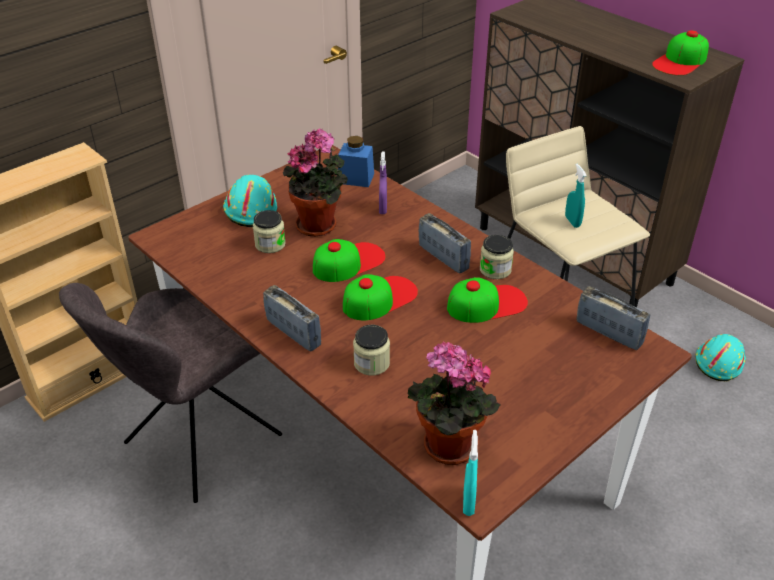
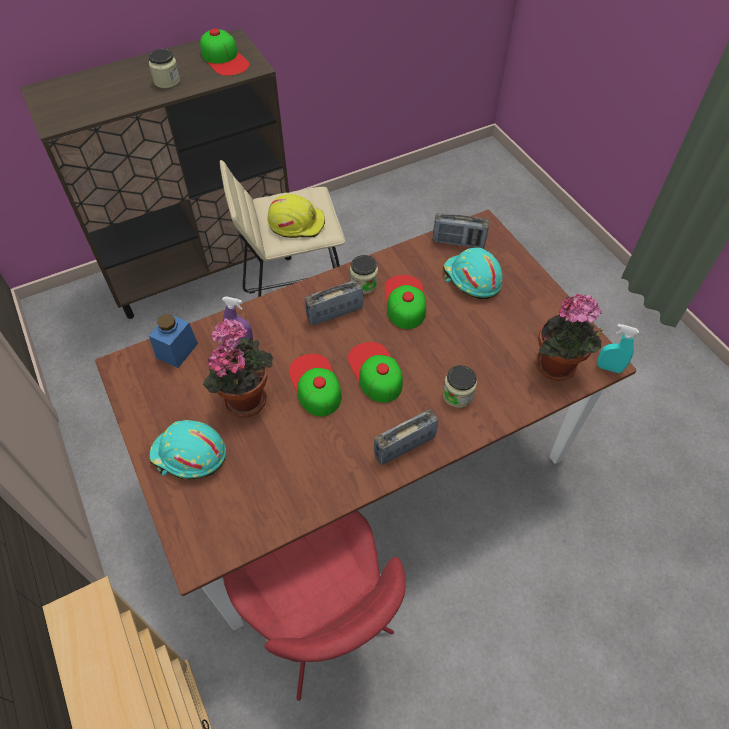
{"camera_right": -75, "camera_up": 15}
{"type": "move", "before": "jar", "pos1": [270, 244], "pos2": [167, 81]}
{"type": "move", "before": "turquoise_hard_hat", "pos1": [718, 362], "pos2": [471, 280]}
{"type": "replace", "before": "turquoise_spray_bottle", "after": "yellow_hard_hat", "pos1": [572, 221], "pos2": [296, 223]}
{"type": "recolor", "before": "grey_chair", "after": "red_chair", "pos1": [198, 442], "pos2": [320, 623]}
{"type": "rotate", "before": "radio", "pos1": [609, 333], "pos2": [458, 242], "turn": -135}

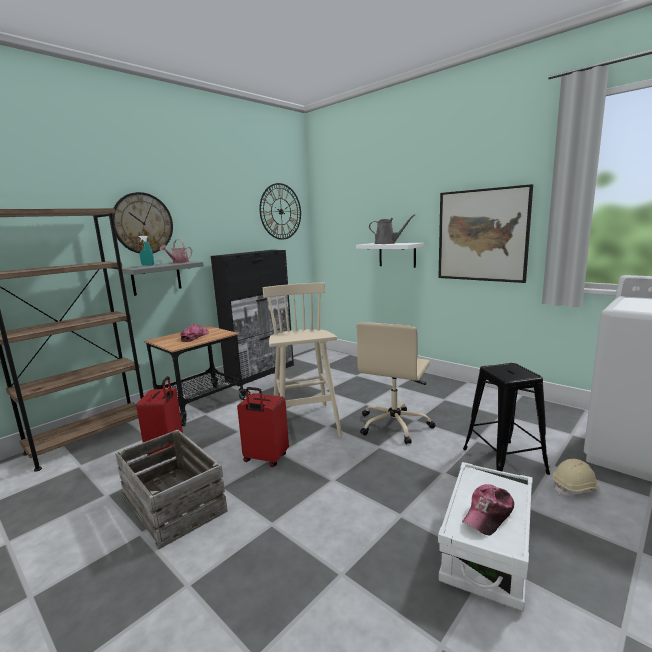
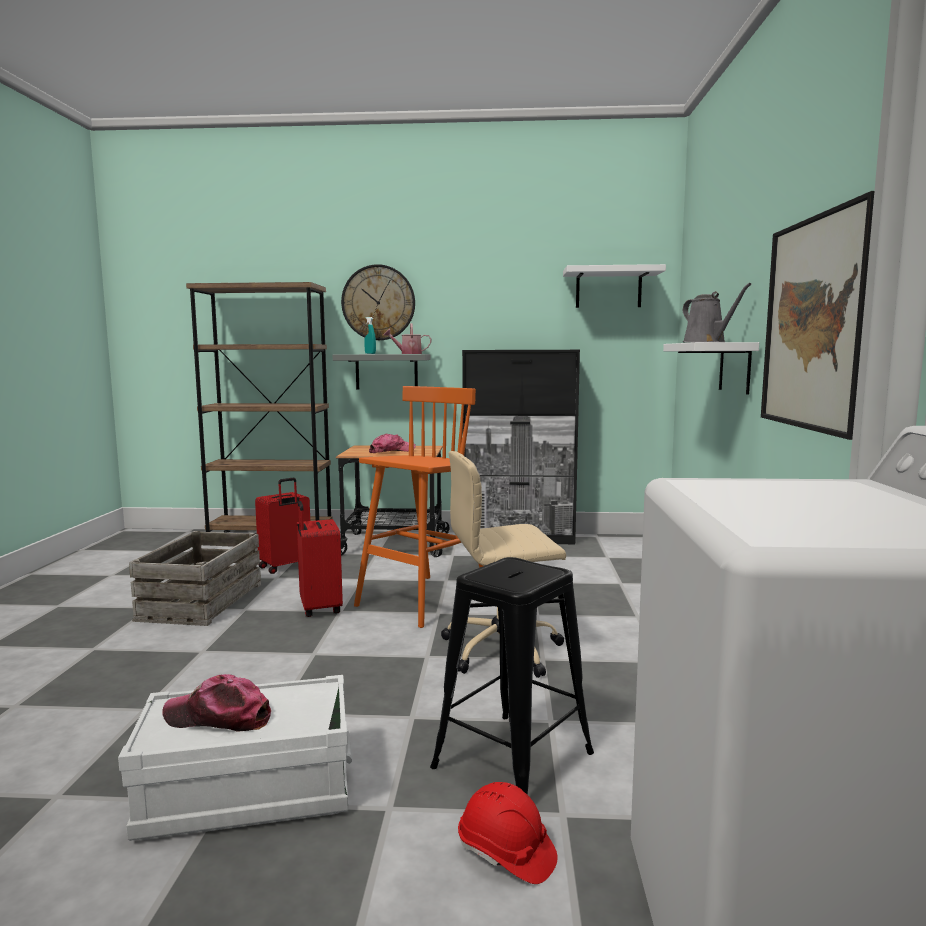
{"camera_right": 50, "camera_up": -5}
{"type": "replace", "before": "wall_clock", "after": "white_shelf", "pos1": [281, 211], "pos2": [608, 288]}
{"type": "recolor", "before": "beige_stool", "after": "orange_stool", "pos1": [305, 424], "pos2": [422, 601]}
{"type": "recolor", "before": "beige_hard_hat", "after": "red_hard_hat", "pos1": [575, 488], "pos2": [506, 853]}

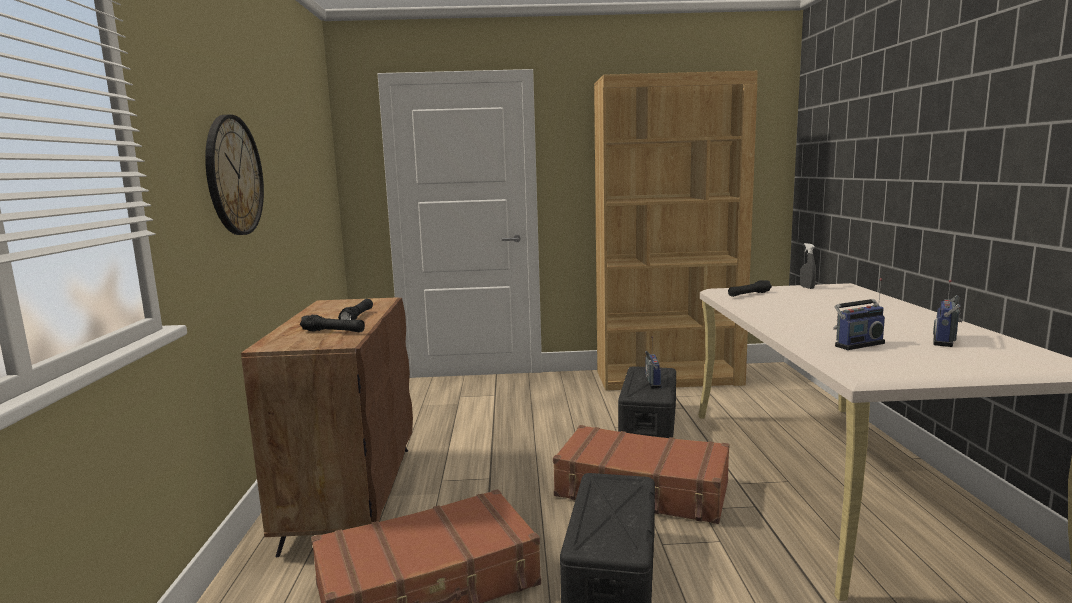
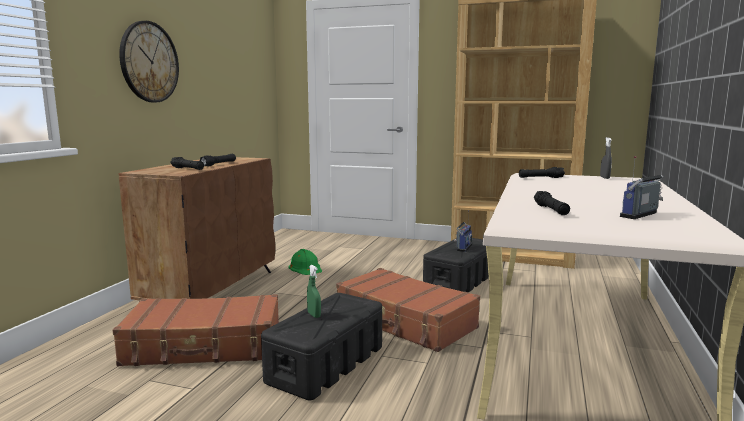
{"camera_right": 20, "camera_up": 0}
{"type": "insert", "after": "green_hard_hat", "pos2": [306, 268]}
{"type": "insert", "after": "green_spray_bottle", "pos2": [314, 315]}
{"type": "replace", "before": "radio", "after": "black_flashlight", "pos1": [857, 344], "pos2": [551, 210]}

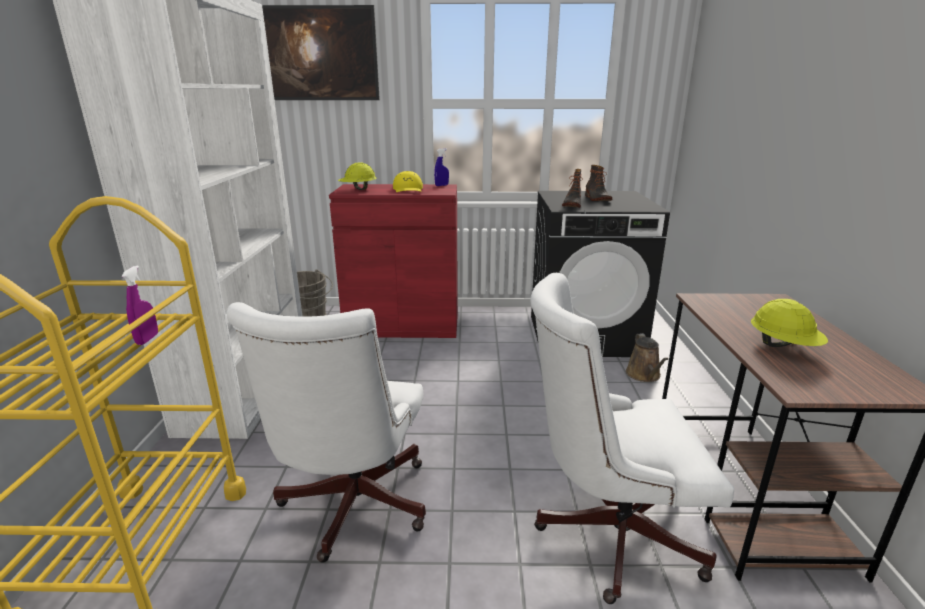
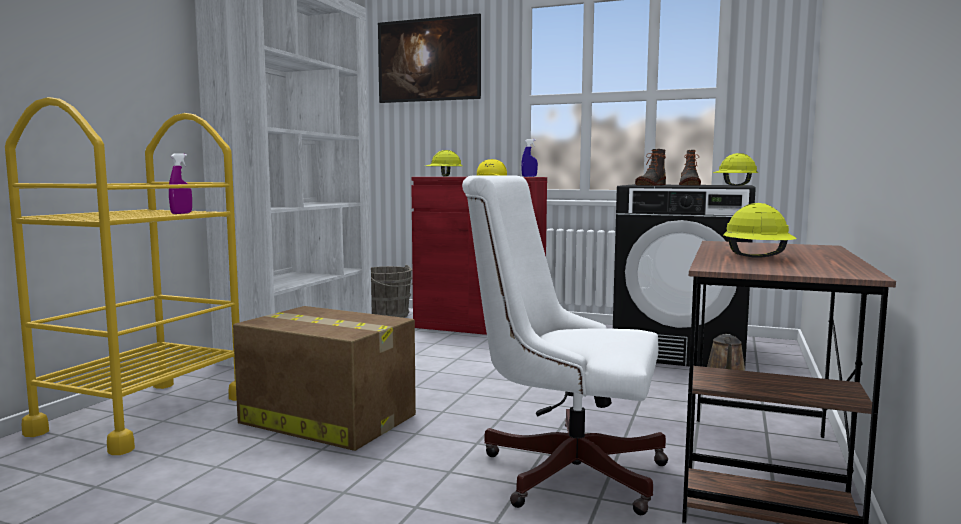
{"camera_right": 20, "camera_up": -15}
{"type": "insert", "after": "yellow_hard_hat", "pos2": [734, 185]}
{"type": "replace", "before": "white_office_chair", "after": "cardboard_box", "pos1": [351, 508], "pos2": [326, 418]}

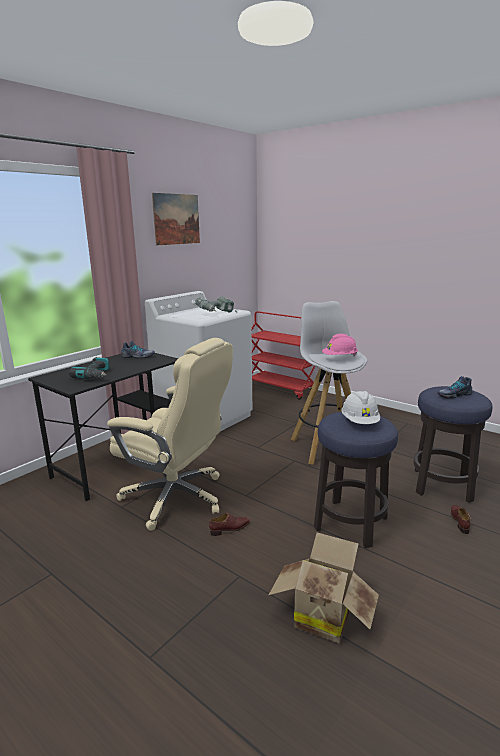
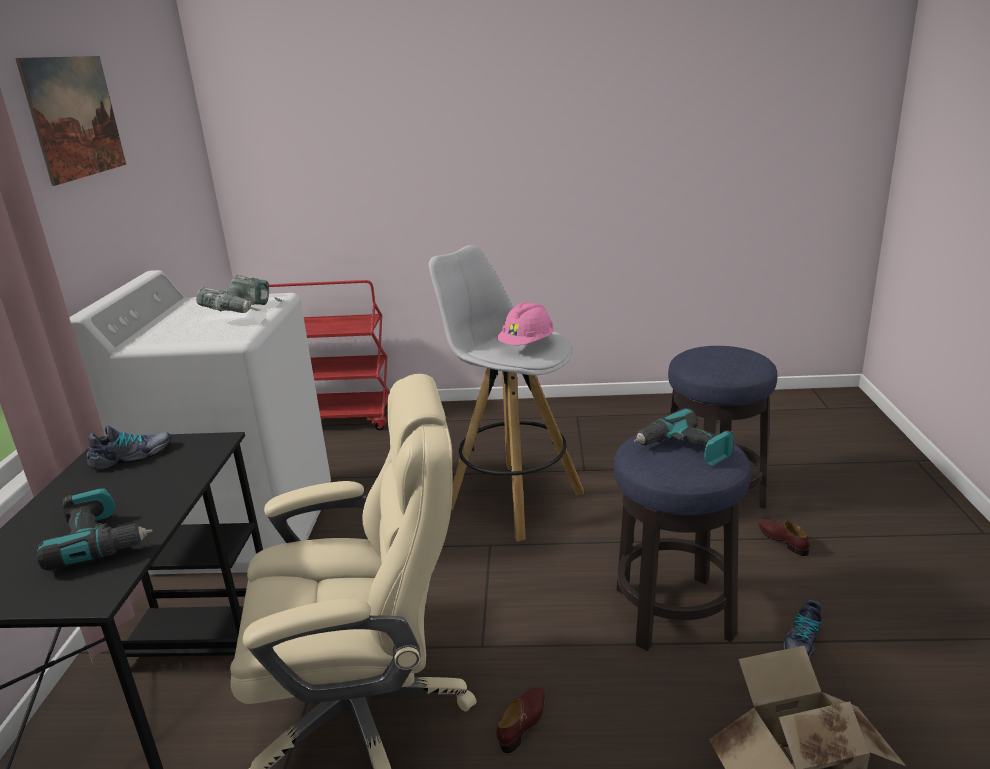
{"camera_right": -35, "camera_up": 5}
{"type": "move", "before": "shoe", "pos1": [453, 395], "pos2": [801, 641]}
{"type": "replace", "before": "white_hard_hat", "after": "power_drill", "pos1": [360, 422], "pos2": [684, 450]}

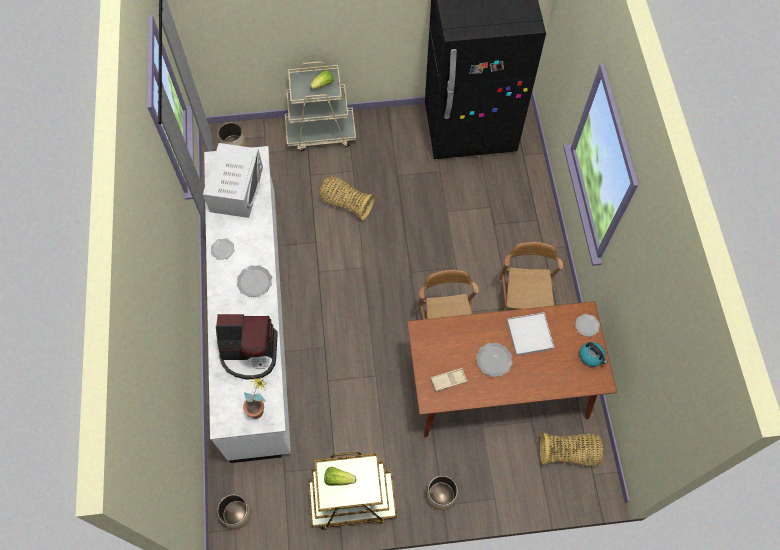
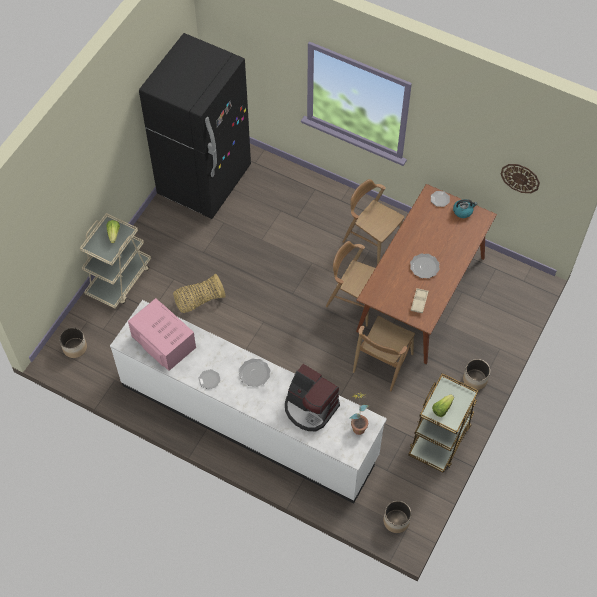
{"camera_right": -55, "camera_up": -5}
{"type": "delete", "before": "white_tray", "pos1": [529, 335]}
{"type": "delete", "before": "basket", "pos1": [569, 453]}
{"type": "insert", "after": "brown_chair", "pos2": [382, 363]}
{"type": "insert", "after": "wall_clock", "pos2": [520, 178]}
{"type": "recolor", "before": "white_microwave", "after": "pink_microwave", "pos1": [236, 189], "pos2": [163, 341]}
{"type": "rotate", "before": "coffee_machine", "pos1": [250, 353], "pos2": [310, 408], "turn": 90}

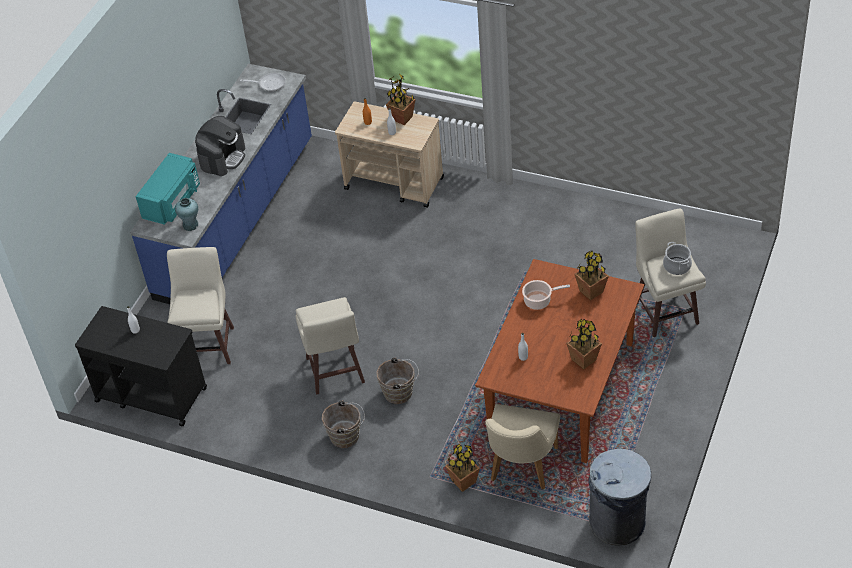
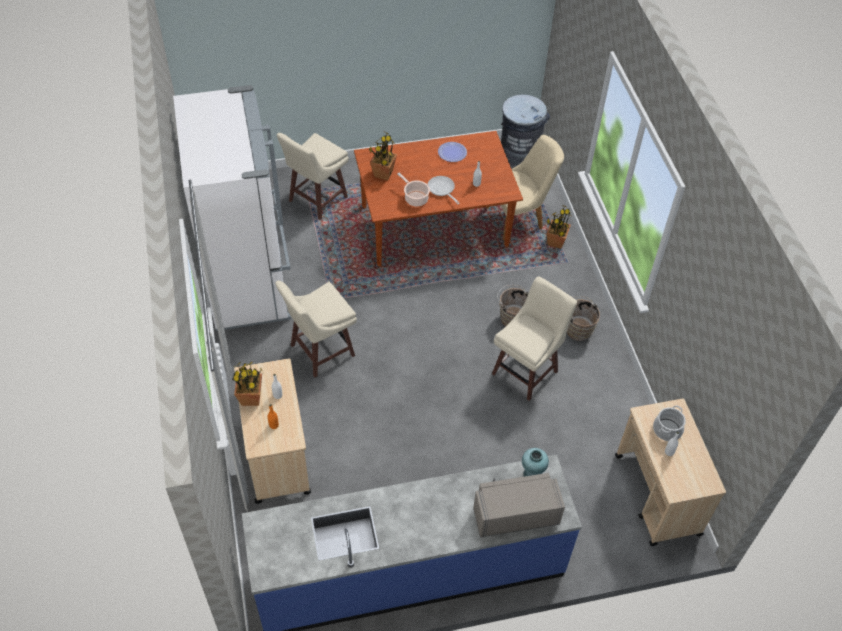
{"camera_right": -130, "camera_up": 5}
{"type": "delete", "before": "coffee_machine", "pos1": [223, 157]}
{"type": "insert", "after": "white_fridge", "pos2": [249, 281]}
{"type": "move", "before": "beige_stool", "pos1": [208, 345], "pos2": [320, 351]}
{"type": "move", "before": "frying_pan", "pos1": [269, 84], "pos2": [442, 189]}
{"type": "move", "before": "cooking_pot", "pos1": [676, 266], "pos2": [667, 430]}
{"type": "replace", "before": "potted_plant", "after": "plate", "pos1": [583, 359], "pos2": [452, 152]}
{"type": "recolor", "before": "black_cart", "after": "beige_cart", "pos1": [150, 394], "pos2": [657, 495]}
{"type": "recolor", "before": "turquoise_microwave", "after": "grey_microwave", "pos1": [173, 201], "pos2": [515, 514]}

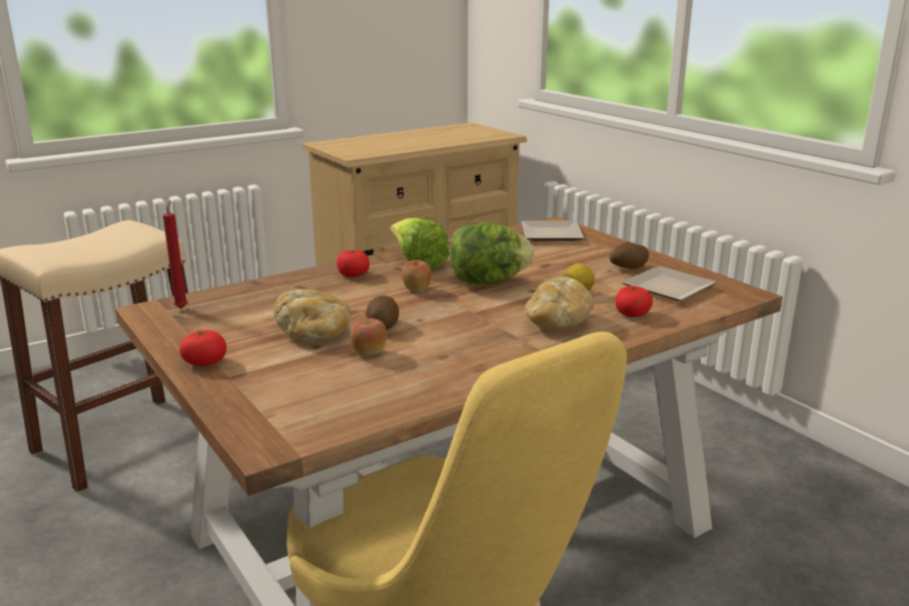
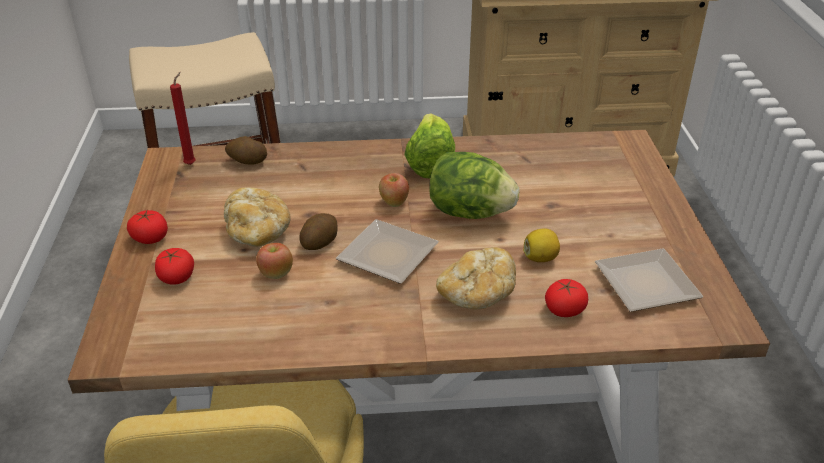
{"camera_right": 30, "camera_up": 15}
{"type": "move", "before": "tomato", "pos1": [353, 274], "pos2": [176, 277]}
{"type": "move", "before": "plate", "pos1": [549, 235], "pos2": [384, 256]}
{"type": "move", "before": "potato", "pos1": [628, 268], "pos2": [247, 161]}

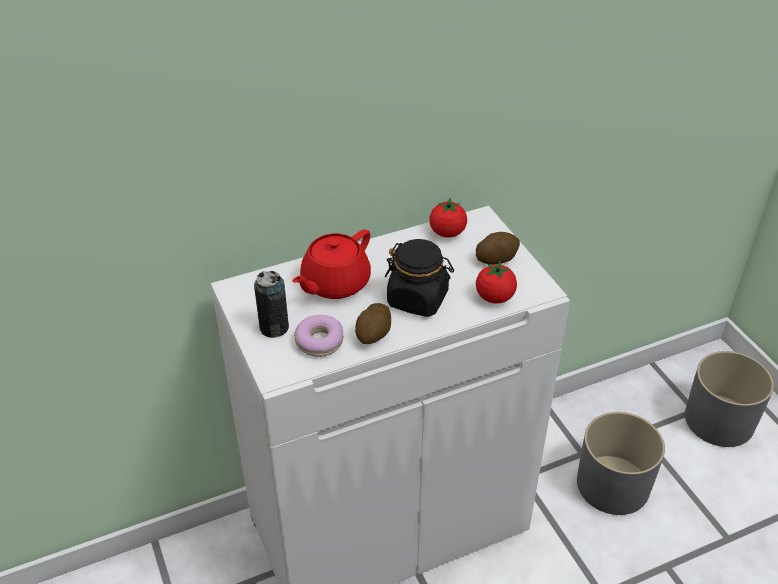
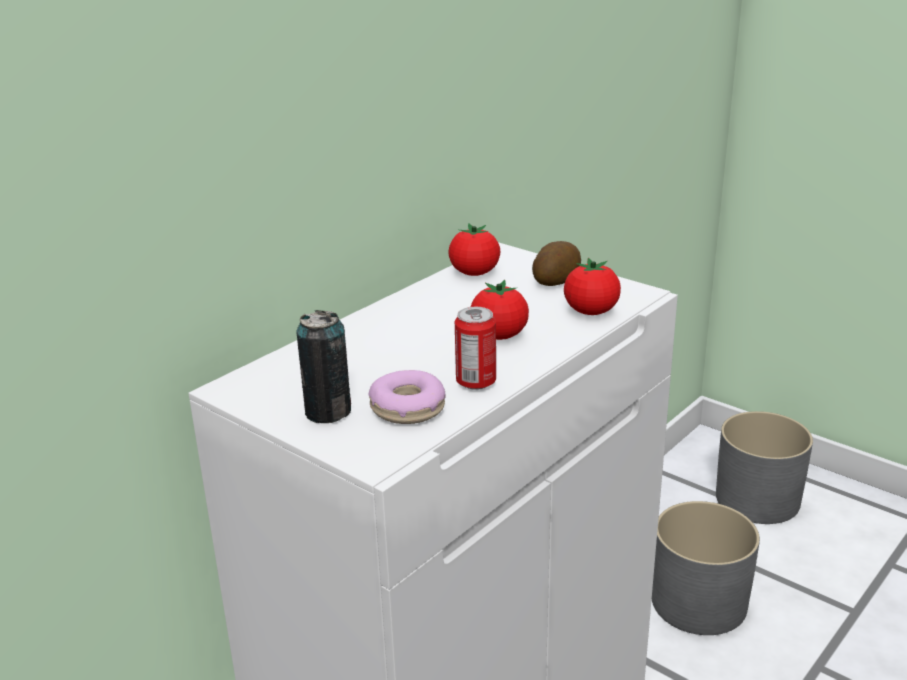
{"camera_right": -25, "camera_up": -15}
{"type": "delete", "before": "red_teapot", "pos1": [334, 283]}
{"type": "replace", "before": "potato", "after": "can", "pos1": [373, 335], "pos2": [476, 382]}
{"type": "replace", "before": "black_jar", "after": "tomato", "pos1": [418, 299], "pos2": [499, 336]}

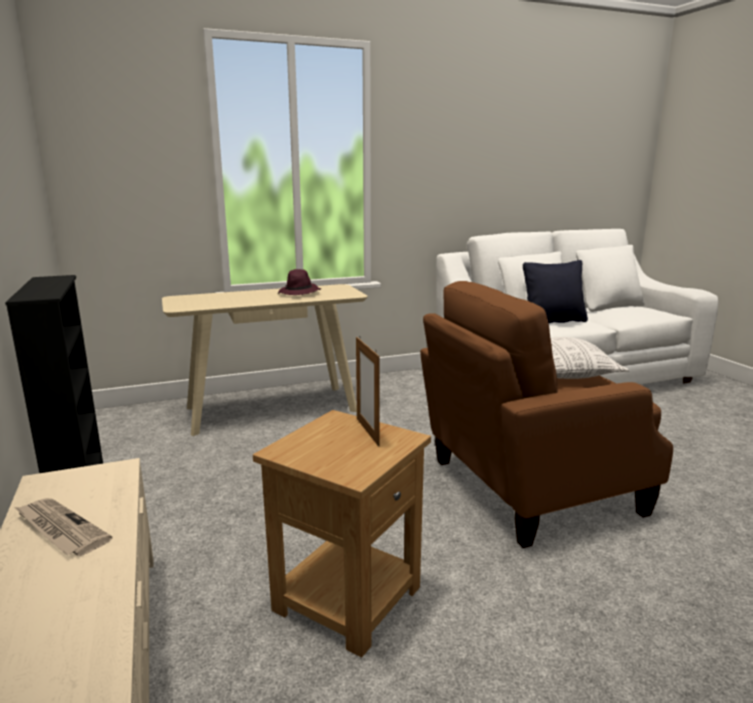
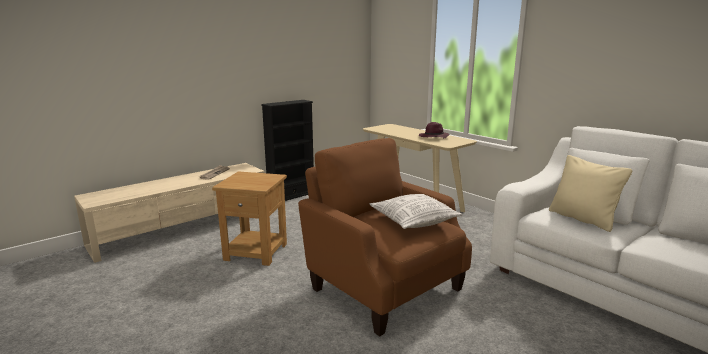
{"camera_right": 70, "camera_up": 0}
{"type": "delete", "before": "picture_frame", "pos1": [367, 431]}
{"type": "recolor", "before": "black_pillow", "after": "beige_pillow", "pos1": [553, 321], "pos2": [582, 219]}

